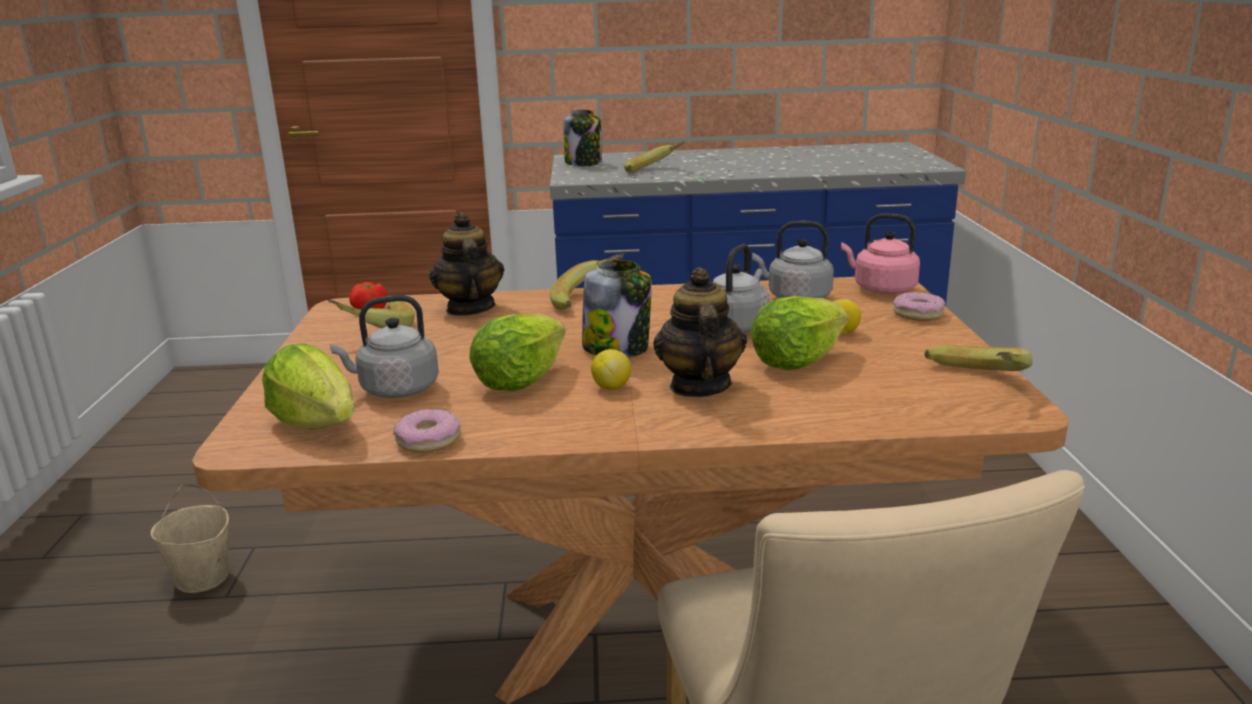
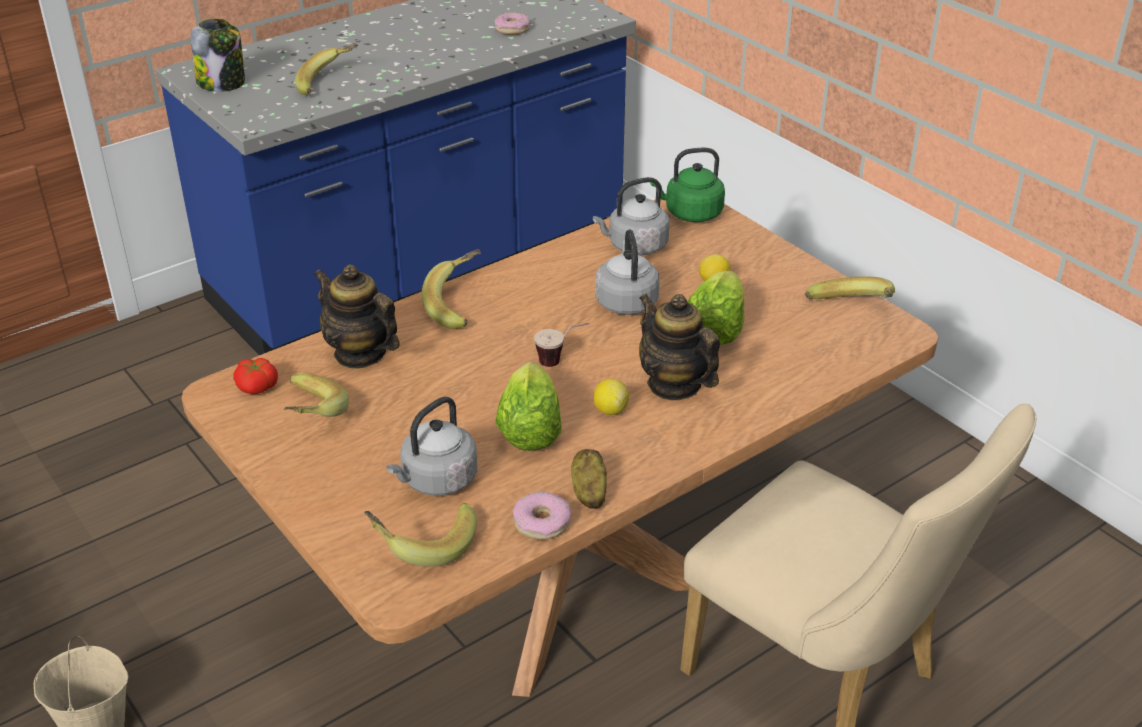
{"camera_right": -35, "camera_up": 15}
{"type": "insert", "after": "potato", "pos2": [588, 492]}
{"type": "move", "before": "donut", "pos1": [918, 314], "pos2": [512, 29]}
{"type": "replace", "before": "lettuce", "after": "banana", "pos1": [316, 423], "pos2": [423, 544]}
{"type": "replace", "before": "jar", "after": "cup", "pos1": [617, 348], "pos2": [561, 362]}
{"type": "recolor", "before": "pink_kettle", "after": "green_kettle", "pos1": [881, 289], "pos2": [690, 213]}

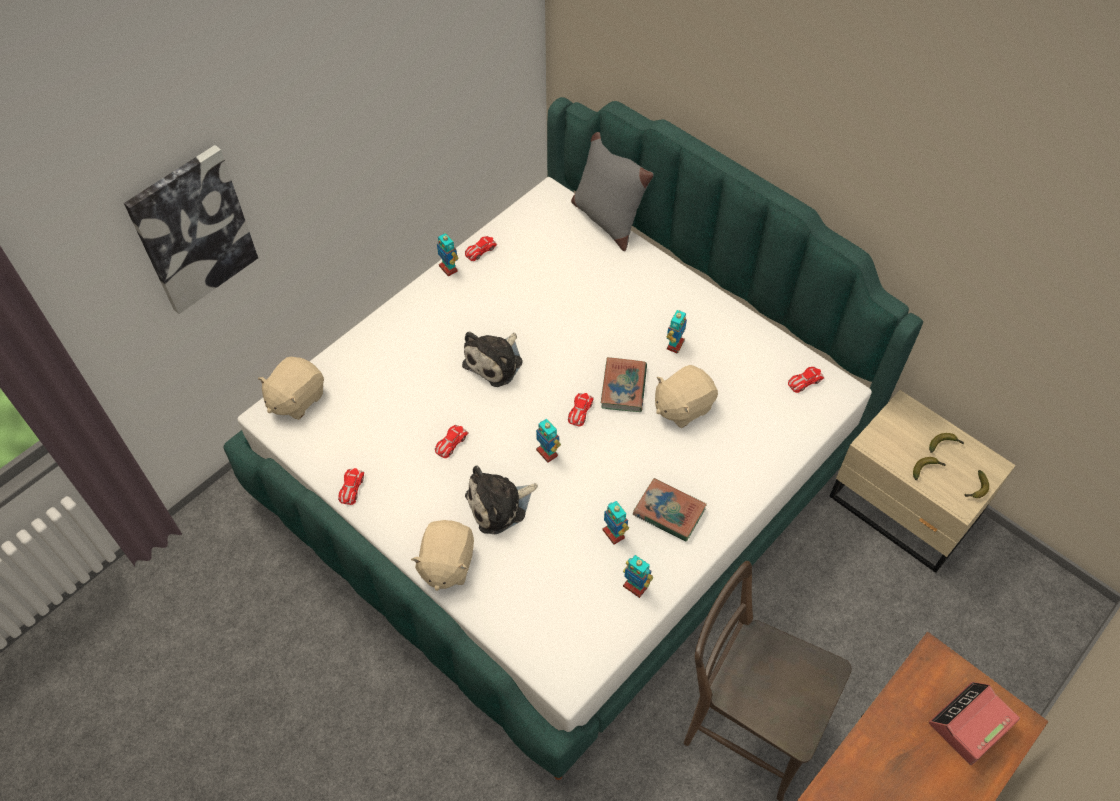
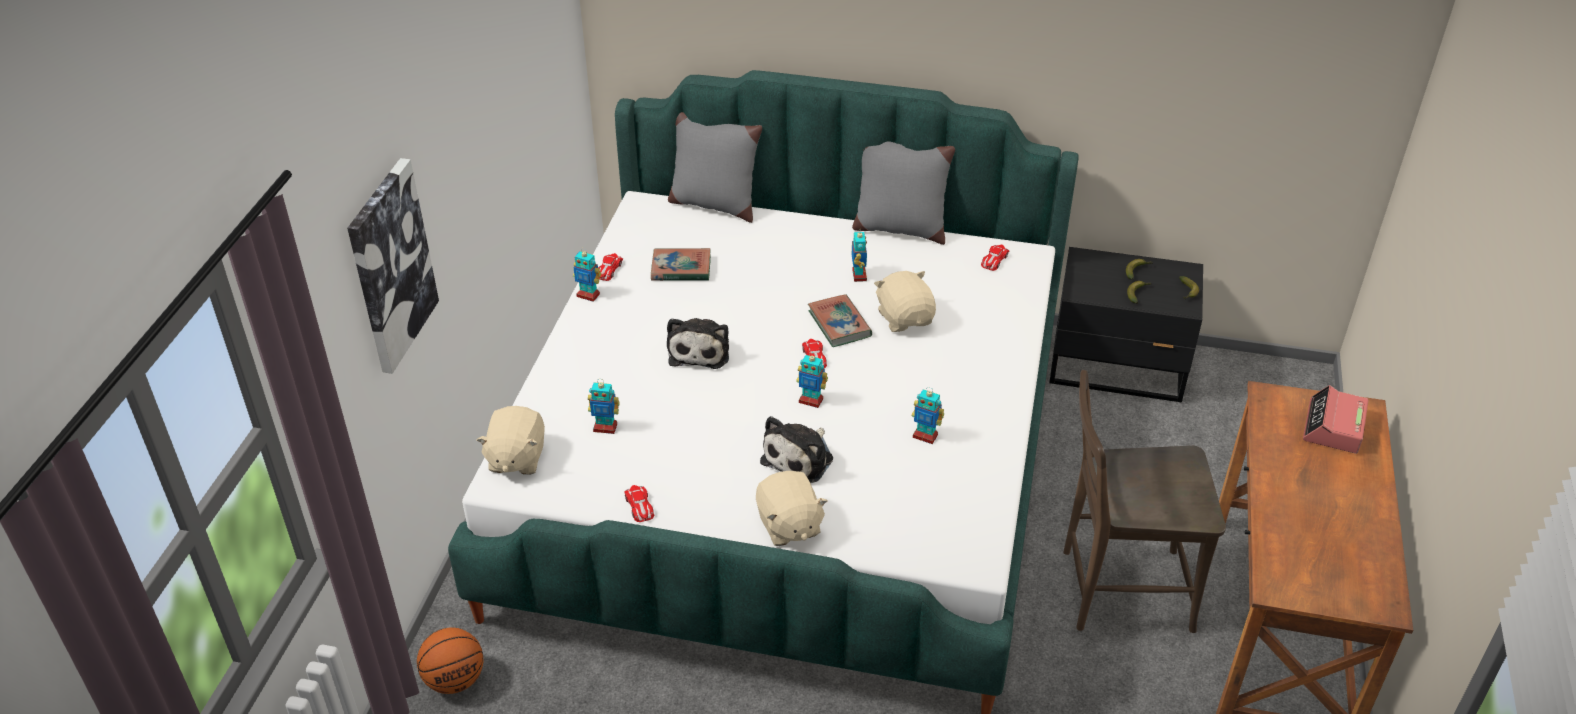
{"camera_right": -30, "camera_up": -15}
{"type": "delete", "before": "toy_car", "pos1": [451, 443]}
{"type": "insert", "after": "basketball", "pos2": [455, 680]}
{"type": "insert", "after": "grey_pillow", "pos2": [899, 228]}
{"type": "move", "before": "toy_robot", "pos1": [635, 586], "pos2": [605, 427]}
{"type": "move", "before": "book", "pos1": [669, 512], "pos2": [681, 269]}
{"type": "recolor", "before": "beige_nightstand", "after": "black_nightstand", "pos1": [904, 510], "pos2": [1119, 367]}
{"type": "rotate", "before": "beige_plush_toy", "pos1": [682, 406], "pos2": [905, 318], "turn": 135}

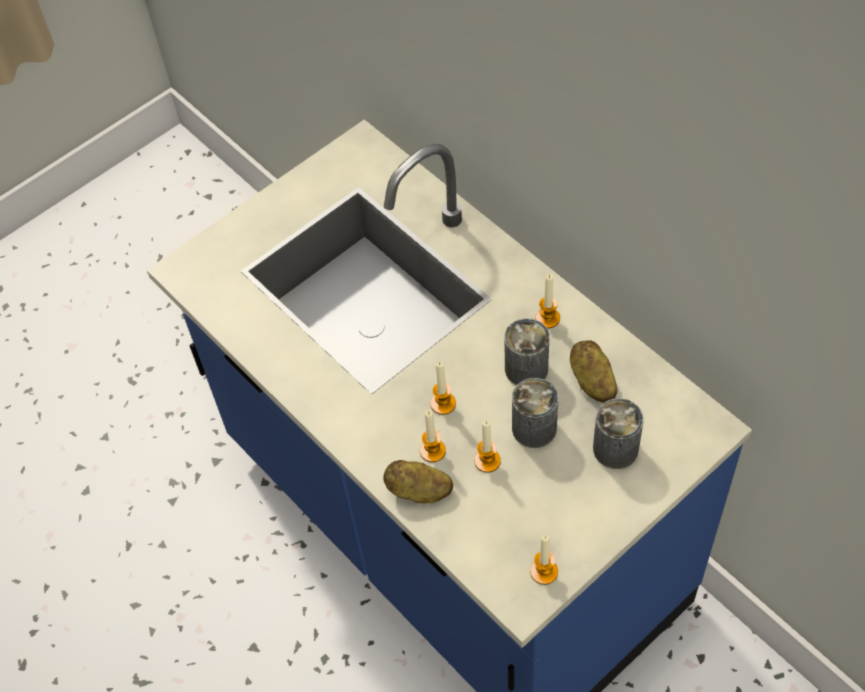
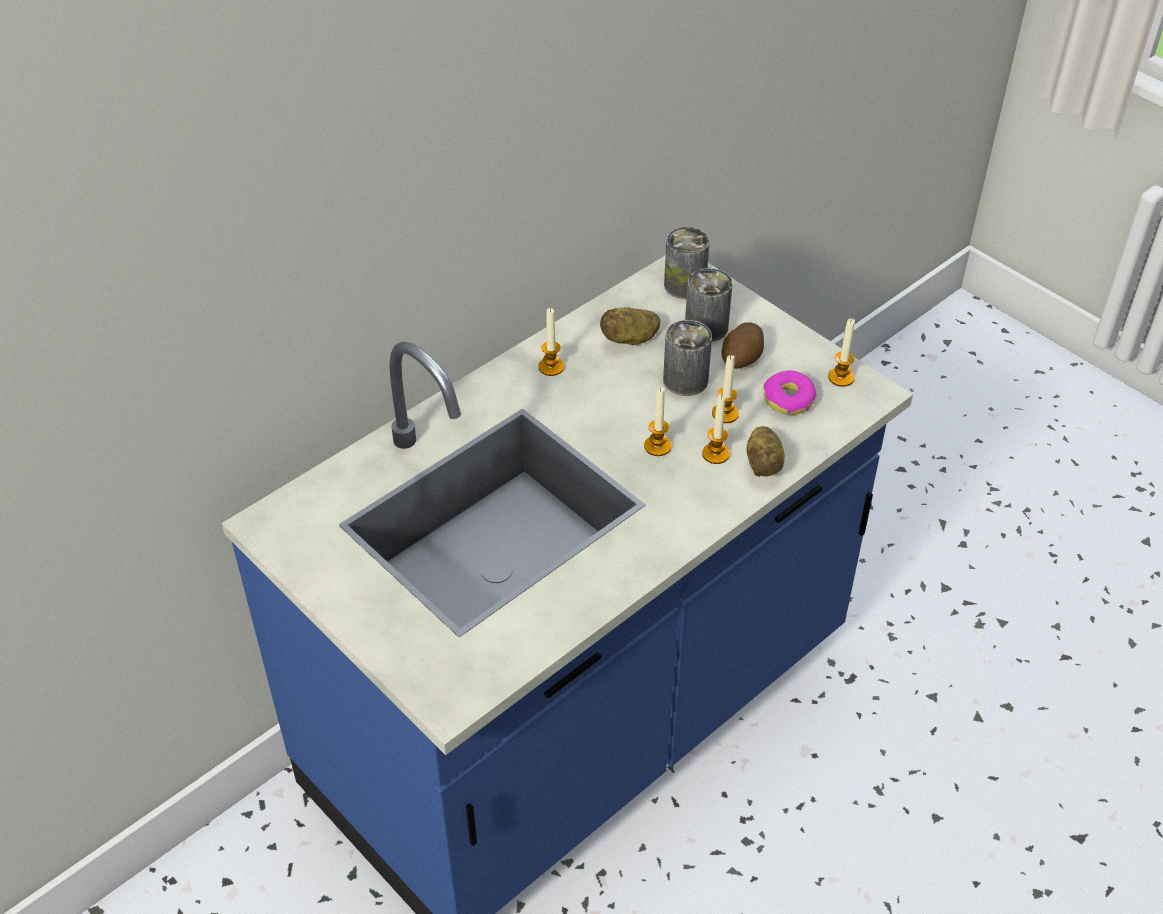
{"camera_right": -95, "camera_up": -10}
{"type": "insert", "after": "potato", "pos2": [742, 359]}
{"type": "insert", "after": "donut", "pos2": [788, 400]}
{"type": "move", "before": "can", "pos1": [526, 369], "pos2": [685, 285]}

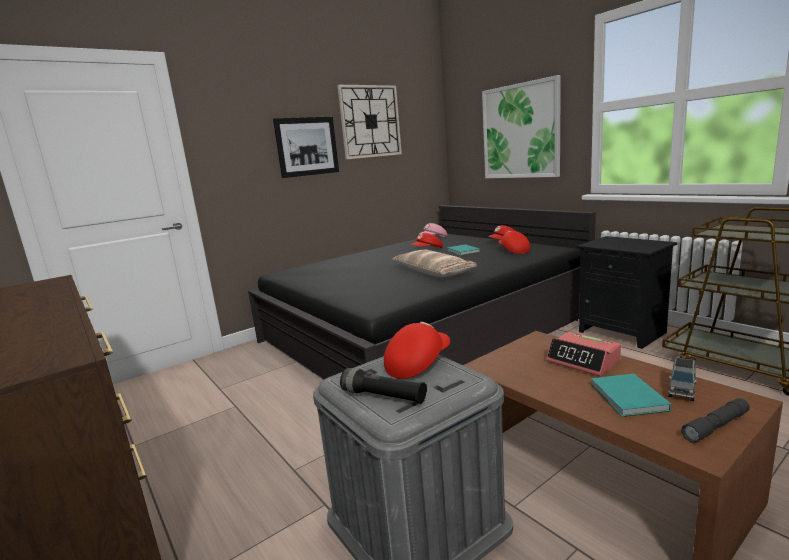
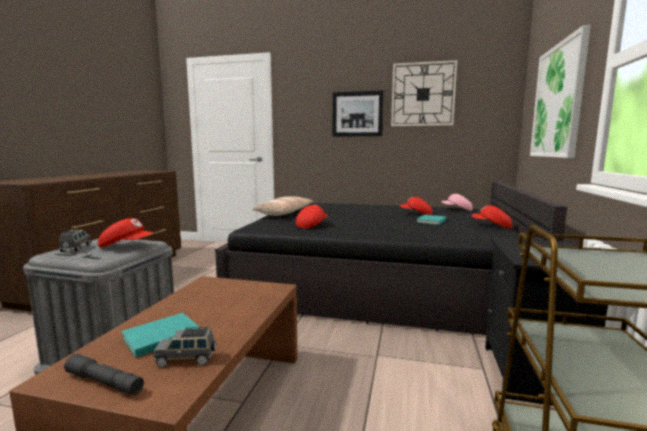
{"camera_right": 50, "camera_up": -5}
{"type": "delete", "before": "alarm_clock", "pos1": [583, 361]}
{"type": "move", "before": "pillow", "pos1": [433, 272], "pos2": [285, 213]}
{"type": "move", "before": "red_cap", "pos1": [513, 251], "pos2": [311, 225]}
{"type": "replace", "before": "black_flashlight", "after": "grey_toy_car", "pos1": [383, 396], "pos2": [76, 248]}

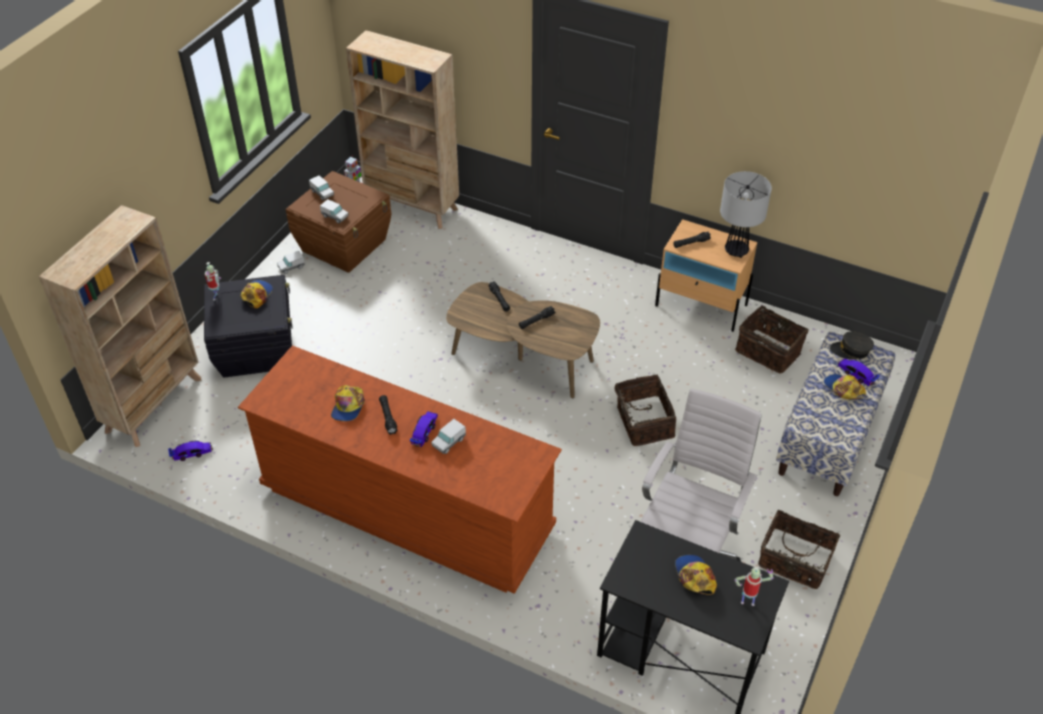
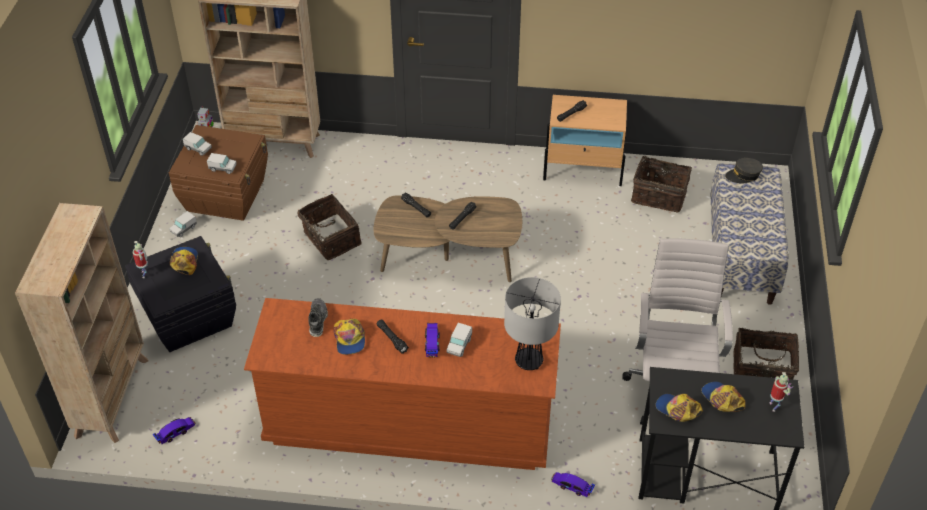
{"camera_right": -20, "camera_up": 0}
{"type": "insert", "after": "shoe", "pos2": [317, 320]}
{"type": "move", "before": "basket", "pos1": [643, 422], "pos2": [330, 239]}
{"type": "move", "before": "table_lamp", "pos1": [735, 251], "pos2": [528, 362]}
{"type": "move", "before": "cap", "pos1": [843, 389], "pos2": [677, 409]}
{"type": "move", "before": "toy_car", "pos1": [856, 374], "pos2": [572, 486]}
{"type": "rotate", "before": "toy_robot", "pos1": [748, 601], "pos2": [774, 406], "turn": 90}

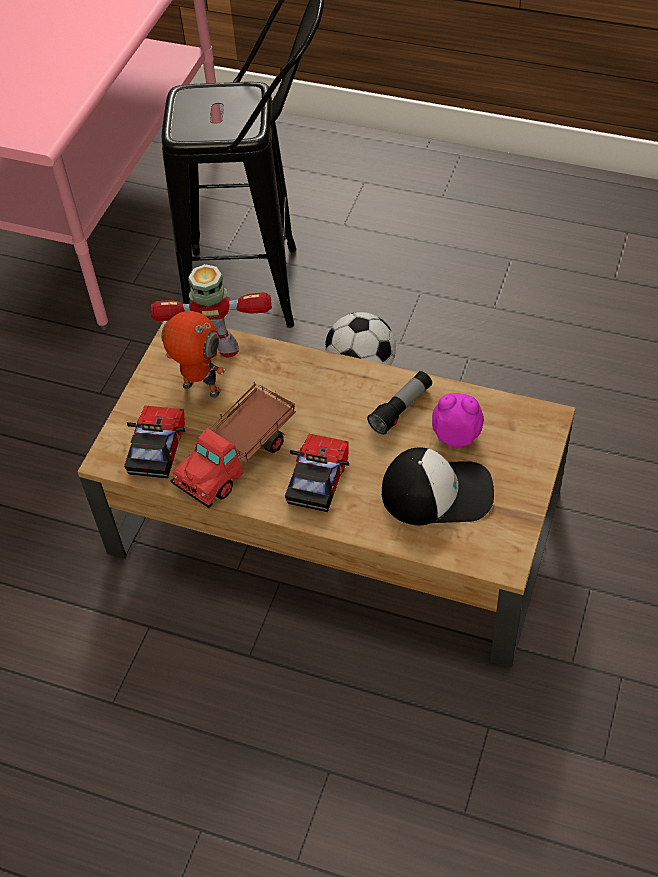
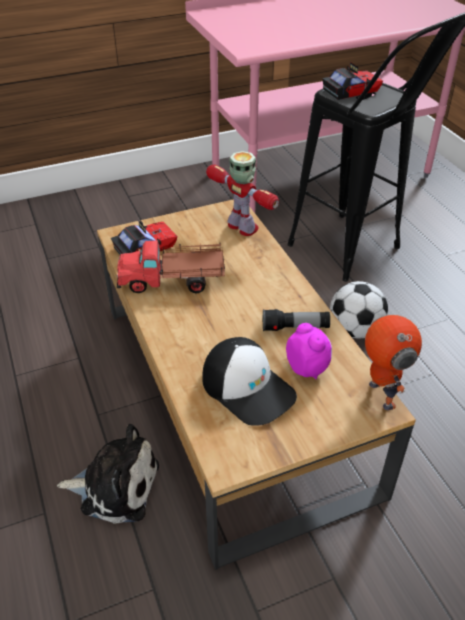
{"camera_right": 45, "camera_up": -10}
{"type": "insert", "after": "plush_toy", "pos2": [115, 486]}
{"type": "move", "before": "toy_robot", "pos1": [200, 390], "pos2": [379, 395]}
{"type": "move", "before": "toy_car", "pos1": [317, 477], "pos2": [351, 89]}

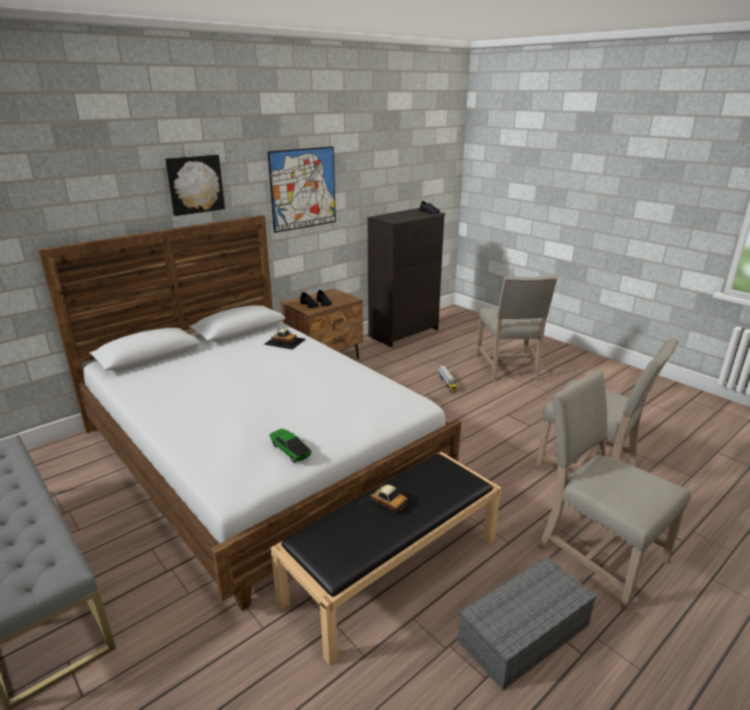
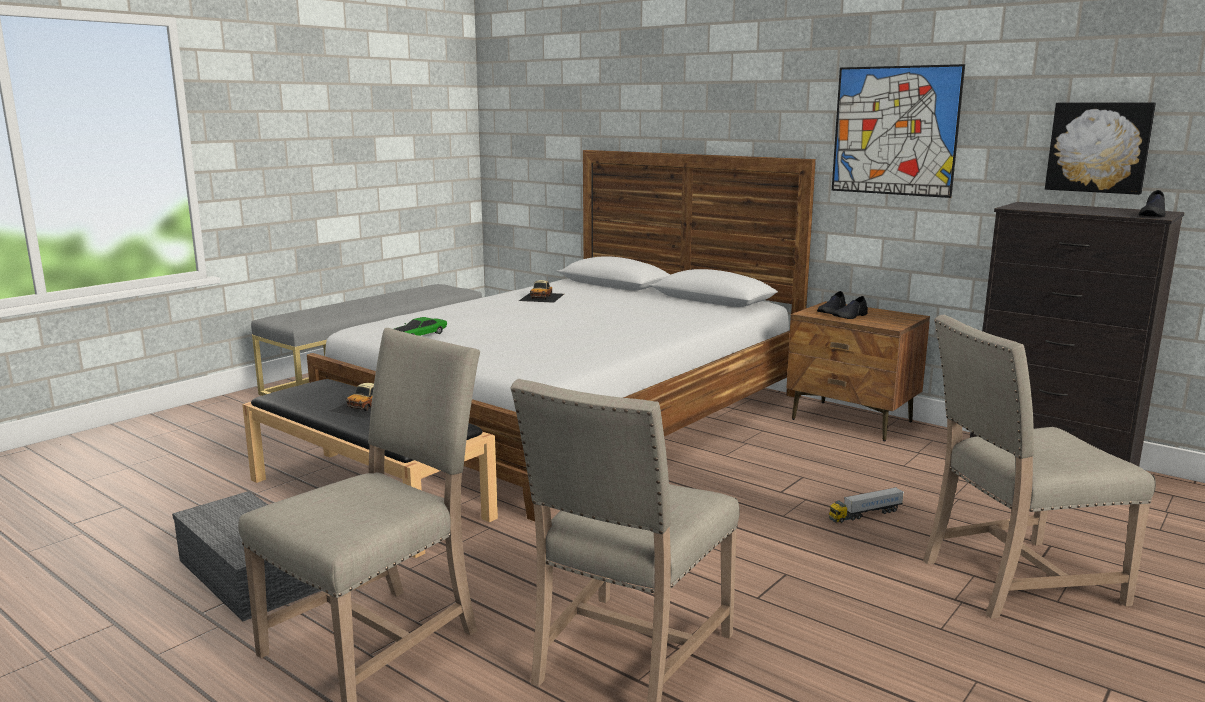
{"camera_right": 80, "camera_up": -10}
{"type": "move", "before": "picture", "pos1": [195, 184], "pos2": [1099, 147]}
{"type": "move", "before": "toy_car", "pos1": [285, 341], "pos2": [542, 297]}

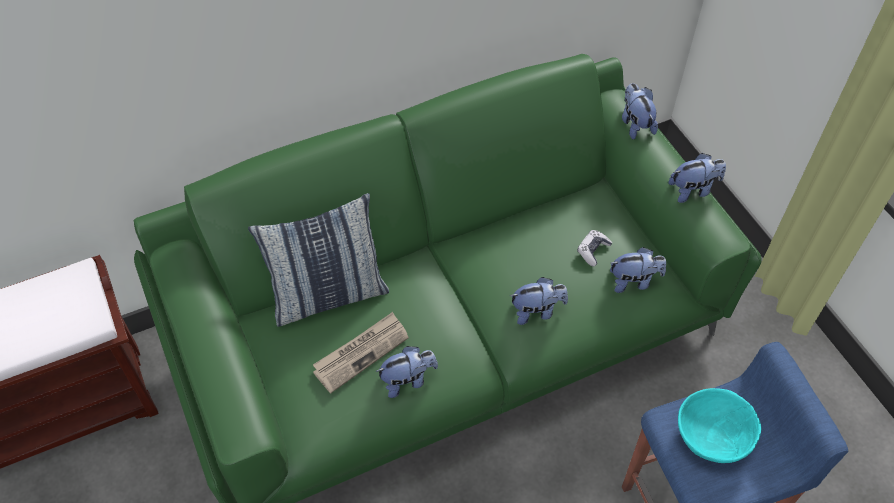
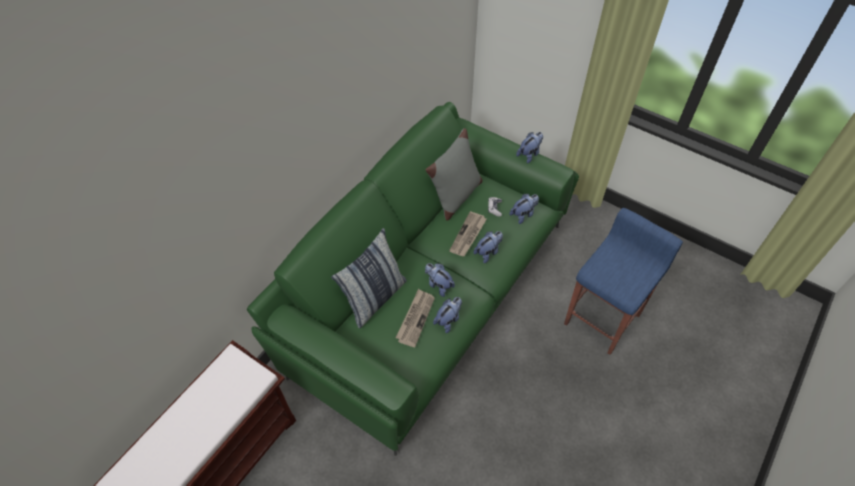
{"camera_right": -30, "camera_up": 0}
{"type": "delete", "before": "turquoise_bowl", "pos1": [712, 436]}
{"type": "insert", "after": "grey_pillow", "pos2": [455, 197]}
{"type": "insert", "after": "newspaper", "pos2": [468, 235]}
{"type": "move", "before": "plush_toy", "pos1": [635, 124], "pos2": [438, 285]}

